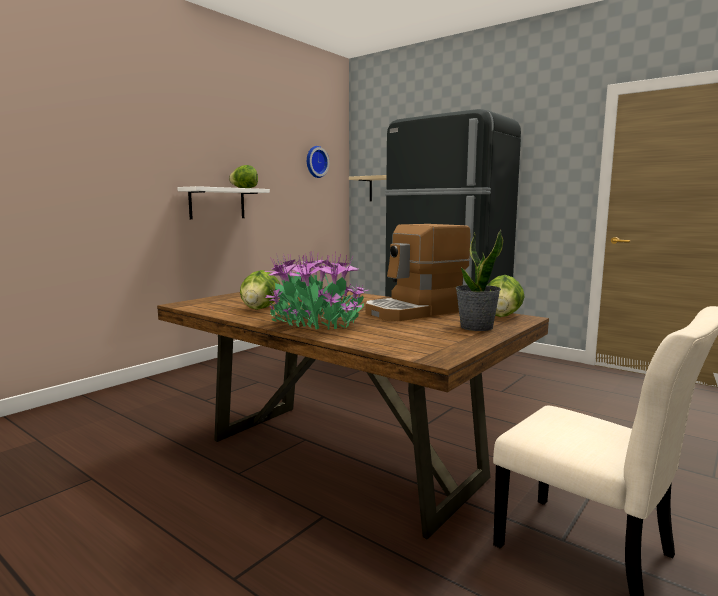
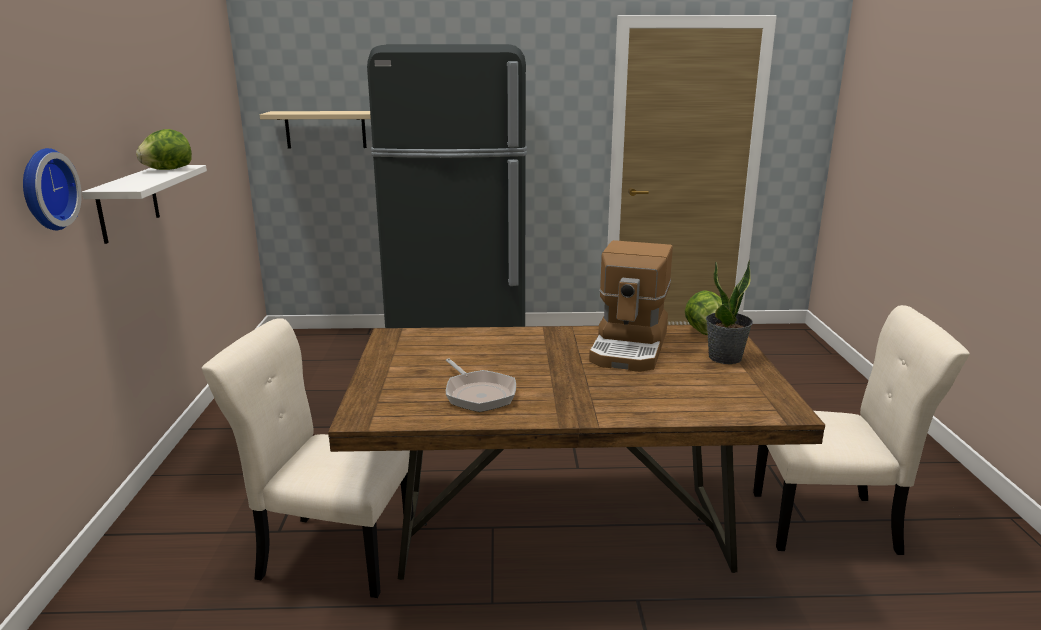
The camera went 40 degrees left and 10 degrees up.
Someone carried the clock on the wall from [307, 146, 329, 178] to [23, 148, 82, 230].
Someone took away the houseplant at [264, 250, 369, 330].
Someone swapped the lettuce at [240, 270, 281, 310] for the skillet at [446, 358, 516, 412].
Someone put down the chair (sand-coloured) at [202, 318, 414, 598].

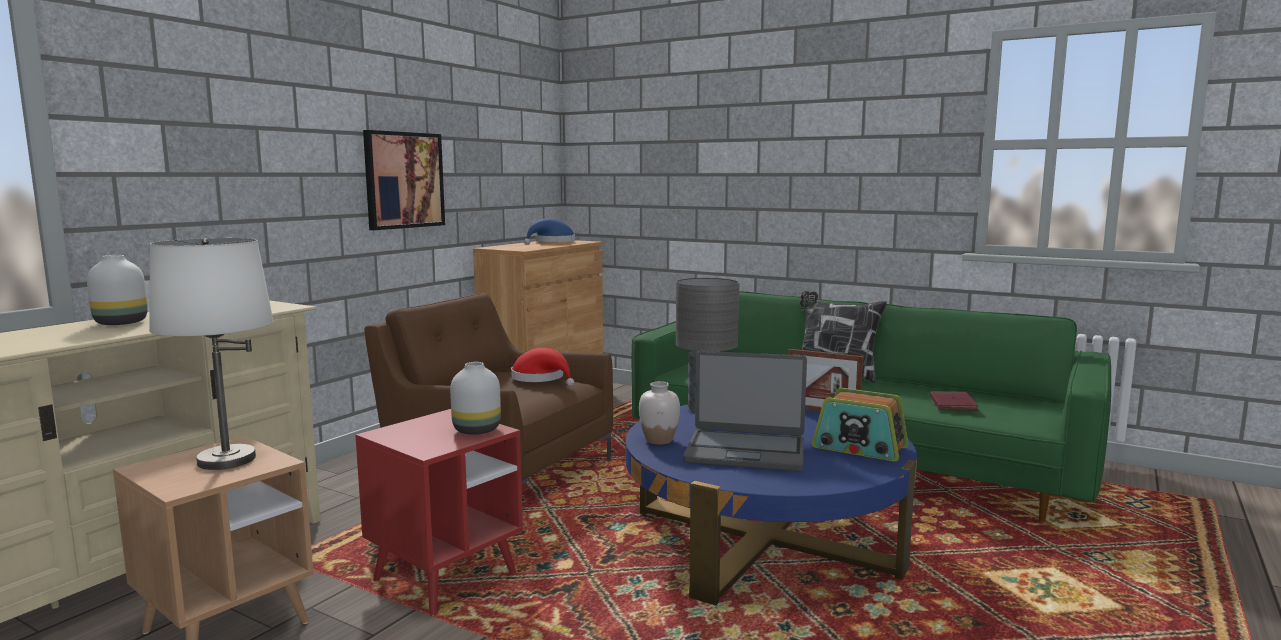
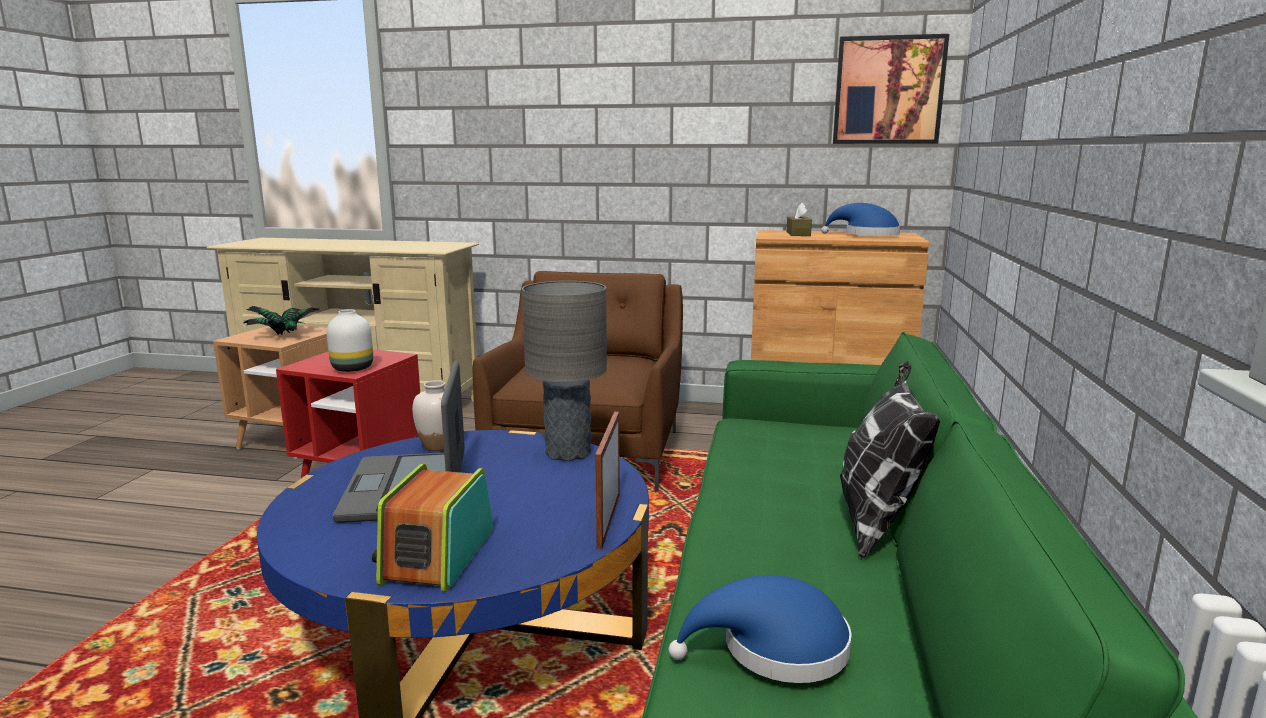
The camera went 70 degrees right and 5 degrees up.
Someone carried the wall art from [363, 130, 445, 230] to [833, 34, 949, 144].
Someone swapped the lamp for a table (white-coloured) at [149, 238, 274, 470] for the houseplant at [244, 306, 319, 335].
Someone took away the vase (white-coloured) at [87, 255, 148, 325].
Someone took away the clothing hat (red-coloured) at [511, 348, 574, 386].
Someone swapped the book (red-coloured) at [930, 391, 978, 411] for the clothing hat (blue-coloured) at [668, 575, 852, 683].
Someone put down the tissue box (brown) at [786, 203, 812, 236].

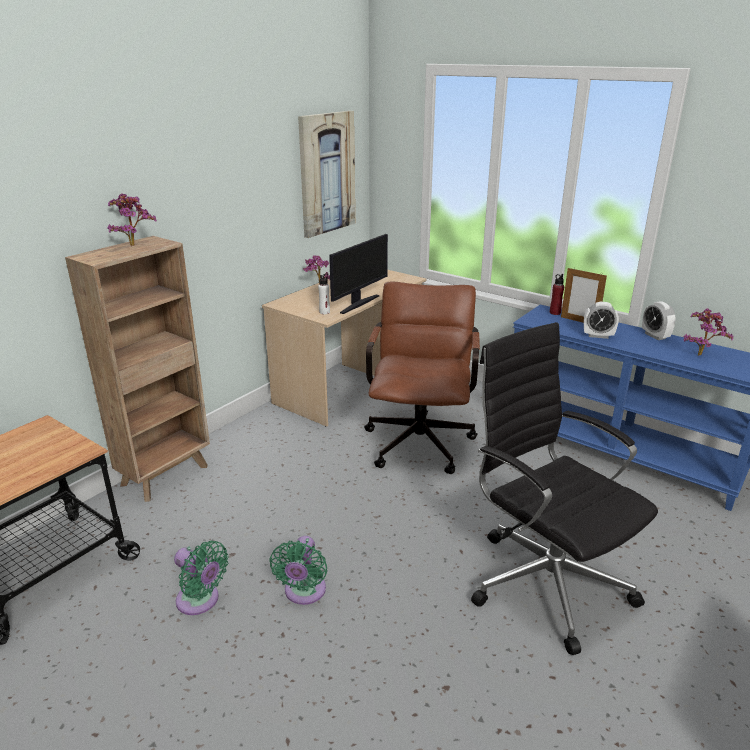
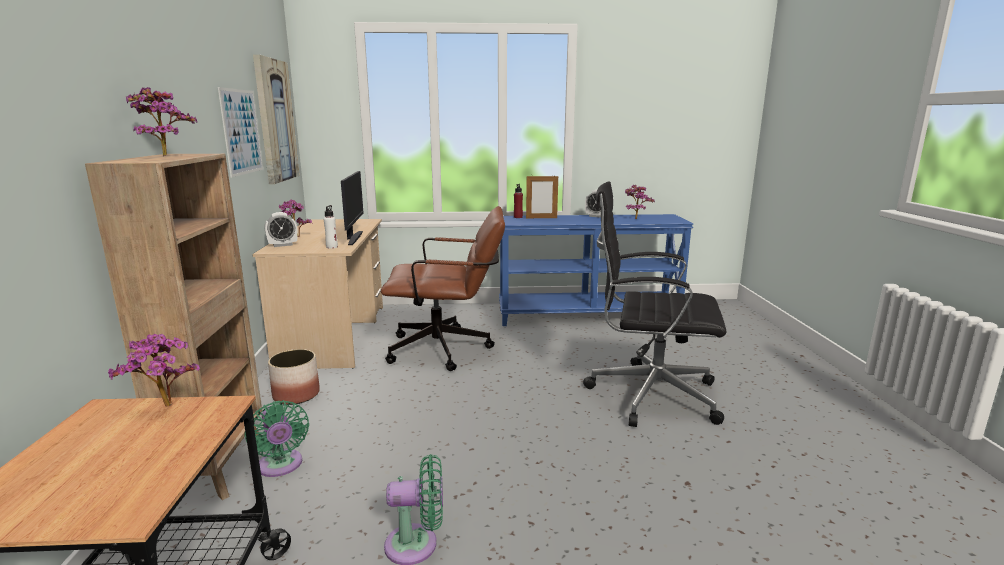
The camera went 40 degrees left and 10 degrees down.
Someone rotated the desk chair (brown) at [364, 282, 480, 474] by 120 degrees clockwise.
Someone carried the table clock from [584, 302, 619, 339] to [265, 212, 298, 247].
Someone carried the cooling fan (greenish) from [269, 536, 327, 605] to [245, 400, 309, 477].
Someone put up the wall art at [218, 87, 263, 177].
Someone put down the houseplant at [108, 334, 200, 407].
Someone put down the plant pot at [268, 349, 320, 405].

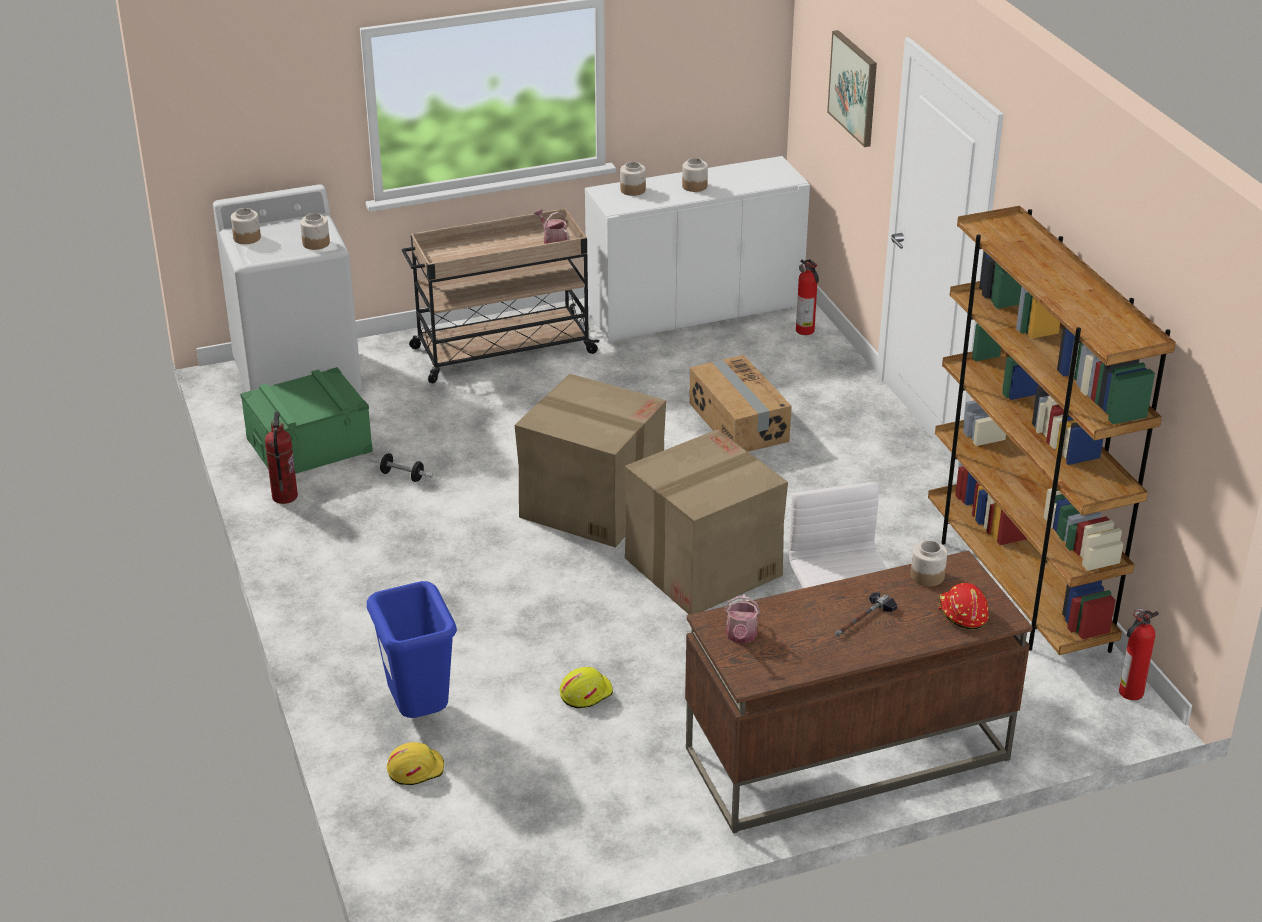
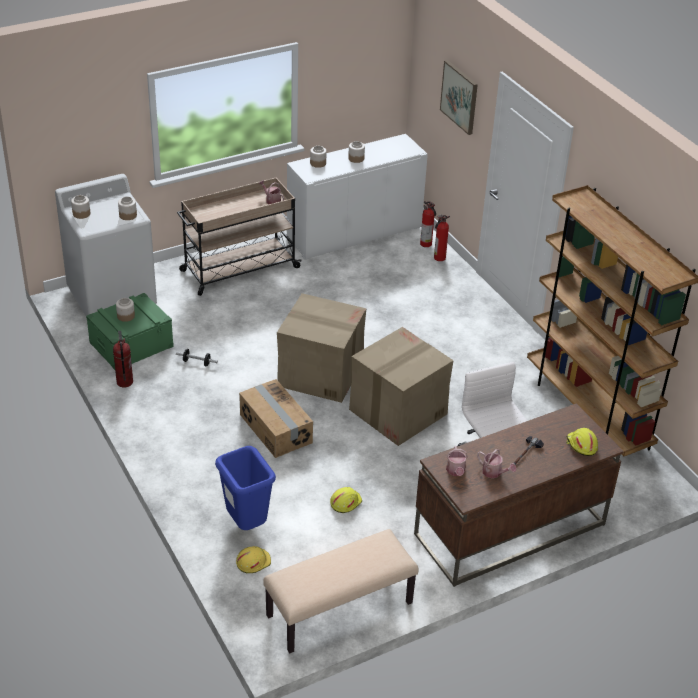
The camera went 10 degrees left and 5 degrees up.
Someone carried the cardboard box from [689, 355, 792, 452] to [239, 379, 313, 458].
Someone carried the jar from [910, 540, 947, 587] to [116, 298, 135, 322].
Someone repainted the work helmet (red-coloured) at [937, 583, 989, 629], which became the work helmet (yellow) at [566, 428, 598, 456].
Someone carried the fire-fighting cylinder from [1119, 608, 1159, 700] to [434, 214, 450, 261].
Someone put down the sprinkling can at [477, 449, 516, 478].
Someone put down the bench (sand-coloured) at [263, 529, 418, 653].

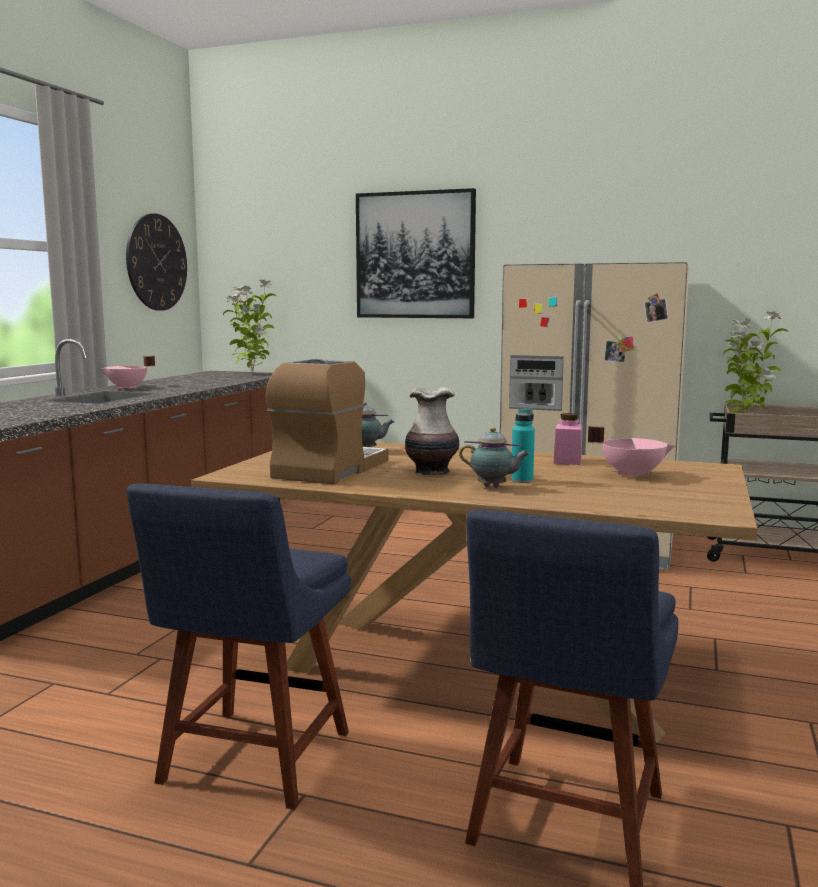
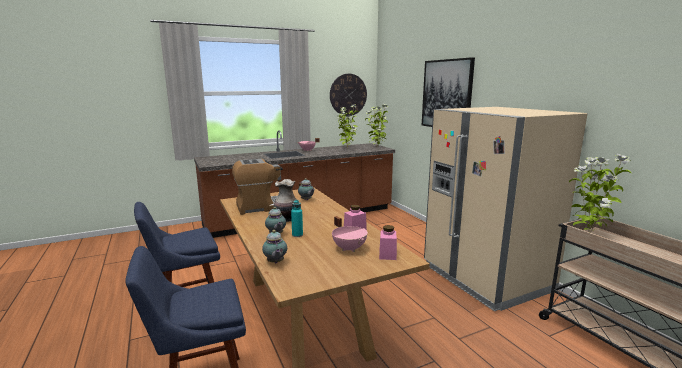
The camera went 45 degrees right and 5 degrees up.
Someone put down the houseplant at [337, 104, 359, 149].
Someone put down the jar (pink) at [379, 225, 397, 260].
Someone put down the pot for tea at [262, 230, 287, 263].

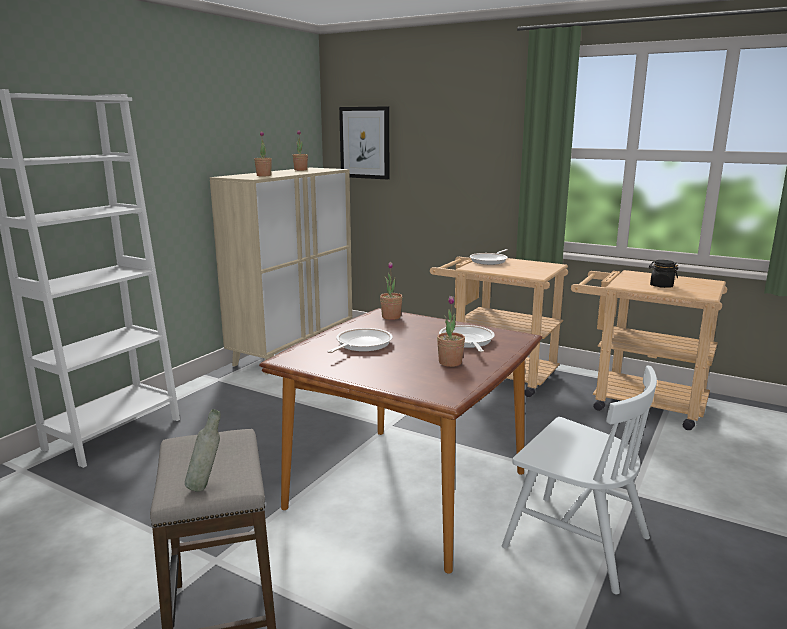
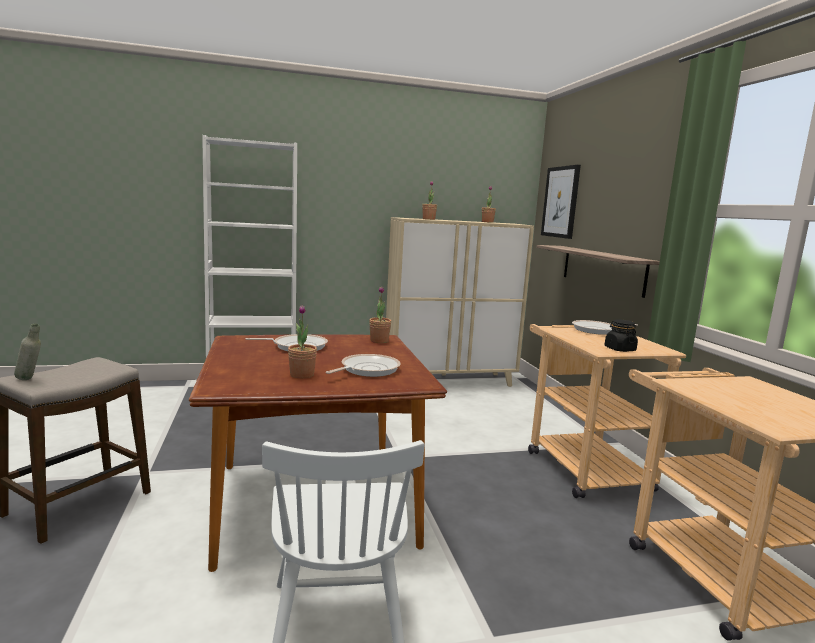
The camera went 45 degrees right and 5 degrees down.
Someone carried the jar (black-coloured) from [649, 260, 678, 288] to [605, 319, 638, 352].
Someone put up the wall shelf at [536, 245, 660, 298].

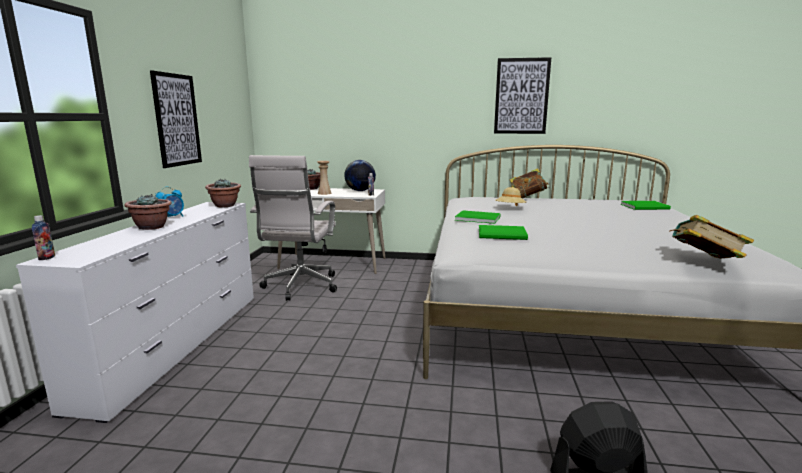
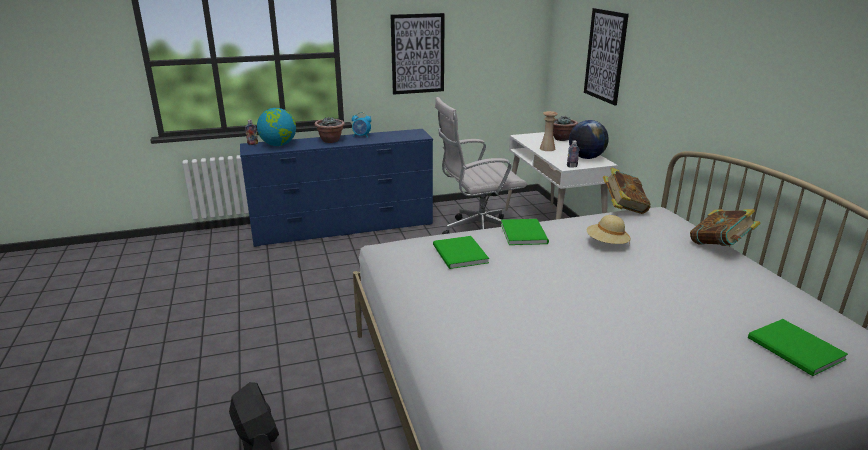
The camera went 65 degrees right and 10 degrees up.
Someone carried the wall art from [494, 57, 551, 134] to [584, 8, 629, 105].
Someone took away the houseplant at [205, 179, 241, 207].
Someone repainted the dresser (white-coloured) at [16, 202, 254, 423], which became the dresser (blue-coloured) at [240, 129, 433, 247].
Someone carried the book from [669, 215, 754, 259] to [603, 167, 651, 214].
Someone put down the globe at [257, 108, 296, 146].

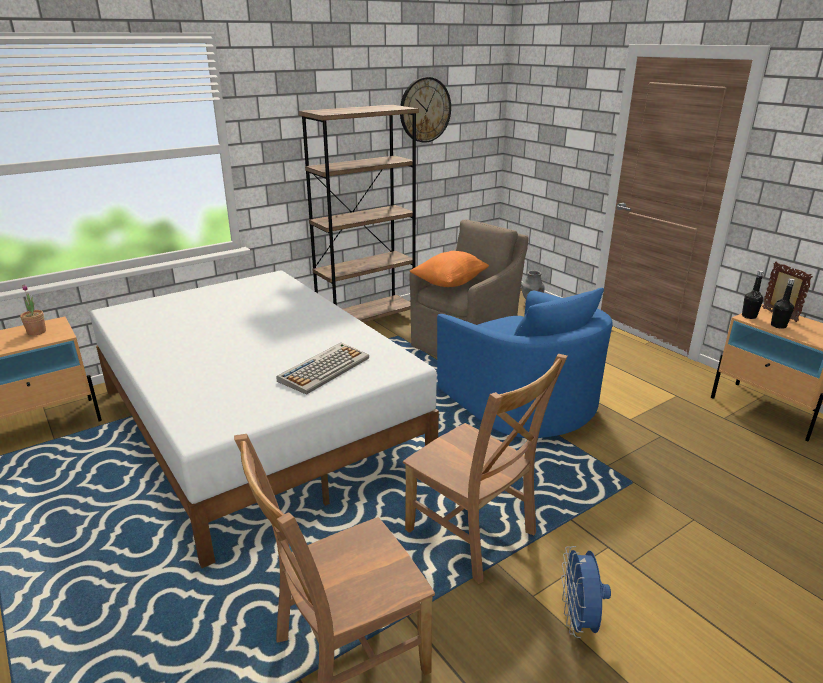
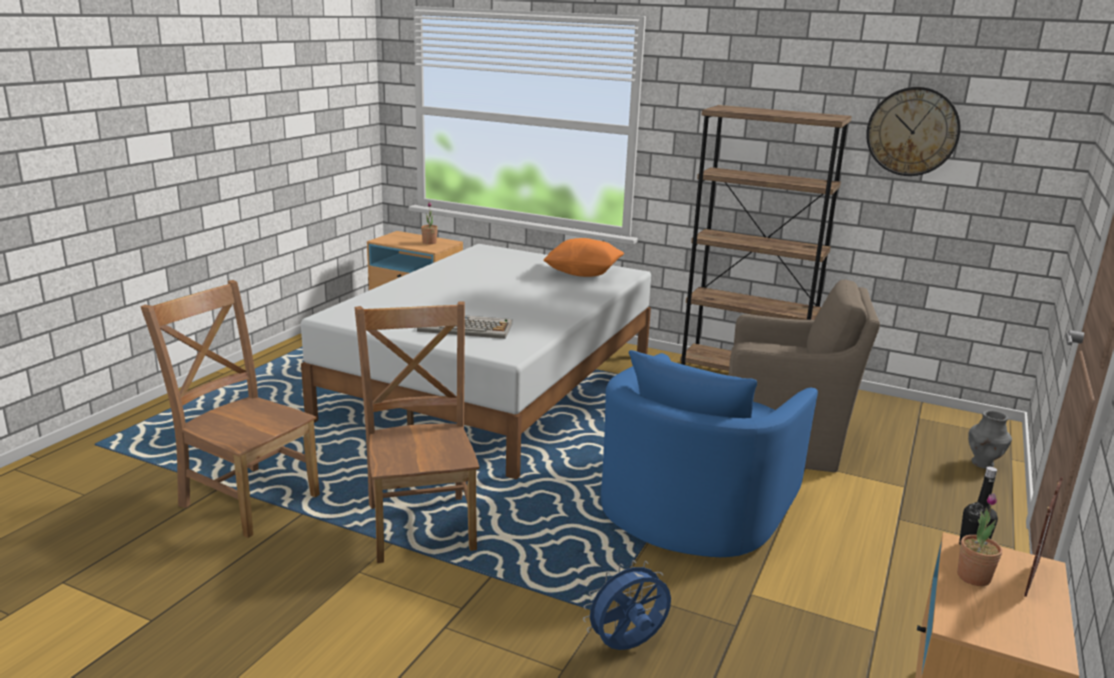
The camera went 60 degrees right and 5 degrees down.
Someone carried the cushion (orange) from [410, 251, 489, 287] to [543, 238, 624, 277].
Someone swapped the beverage bottle (black-coloured) at [771, 278, 795, 329] for the houseplant at [957, 493, 1002, 586].
Someone rotated the chair (brown) at [403, 354, 568, 584] by 150 degrees clockwise.
Someone carried the cooling fan (blue-coloured) from [561, 546, 611, 638] to [583, 560, 671, 650].

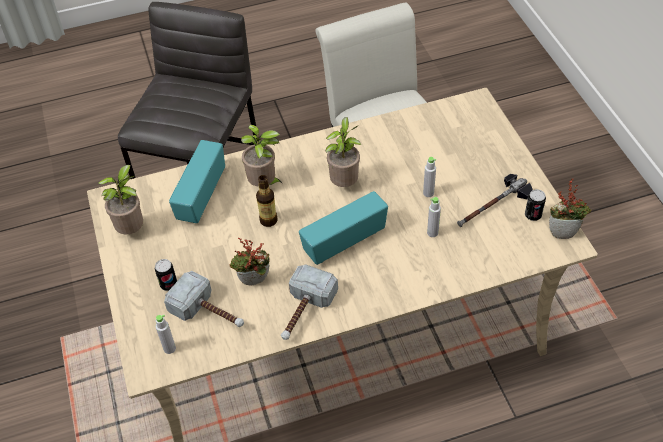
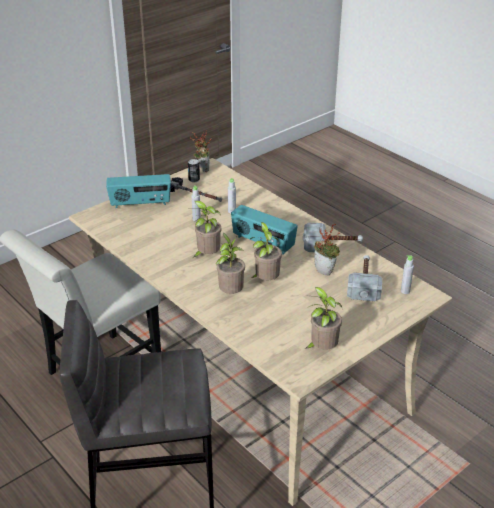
The camera went 115 degrees left and 15 degrees down.
Someone carried the radio from [169, 140, 225, 223] to [106, 174, 171, 208].
Someone swapped the beverage bottle at [256, 175, 278, 227] for the houseplant at [250, 222, 282, 280].
Someone took away the can at [155, 259, 177, 291].

